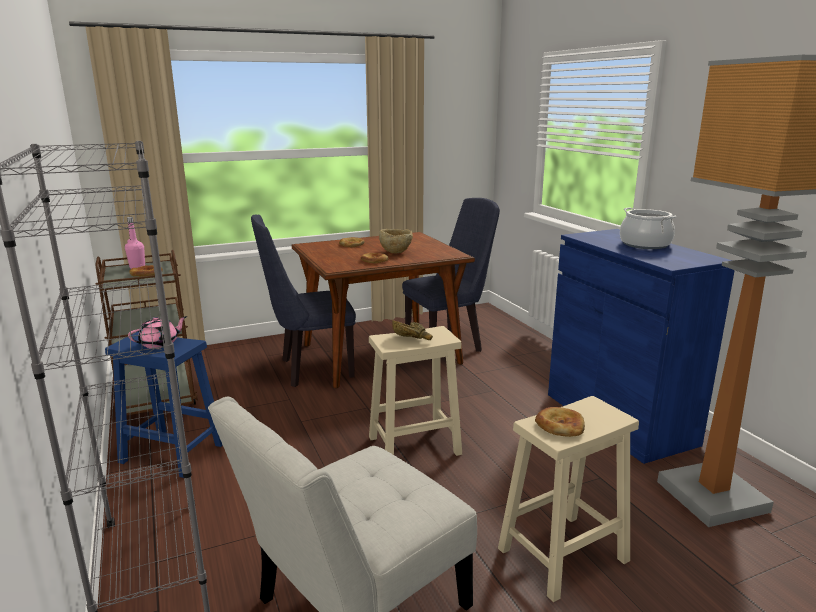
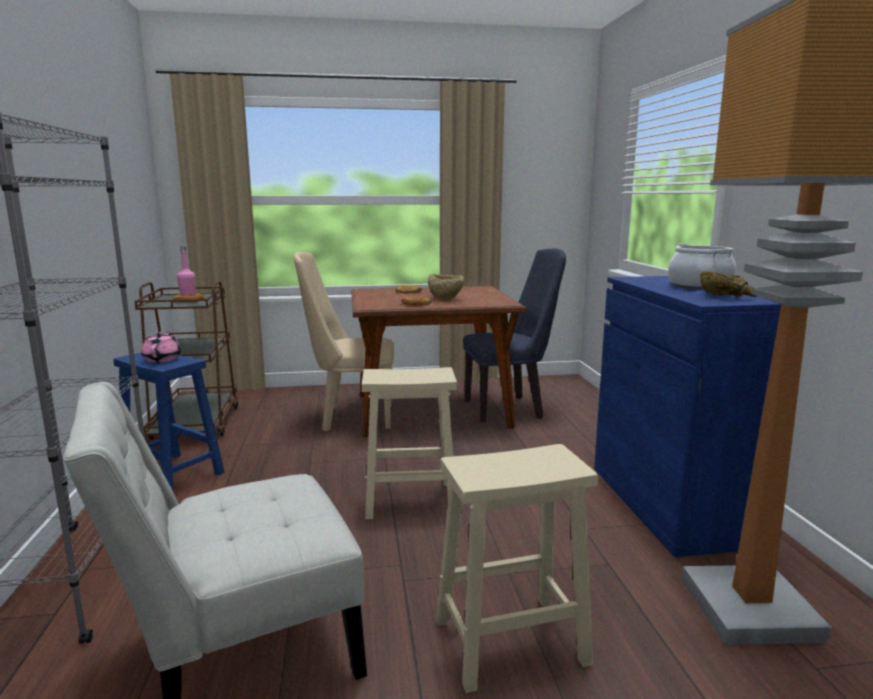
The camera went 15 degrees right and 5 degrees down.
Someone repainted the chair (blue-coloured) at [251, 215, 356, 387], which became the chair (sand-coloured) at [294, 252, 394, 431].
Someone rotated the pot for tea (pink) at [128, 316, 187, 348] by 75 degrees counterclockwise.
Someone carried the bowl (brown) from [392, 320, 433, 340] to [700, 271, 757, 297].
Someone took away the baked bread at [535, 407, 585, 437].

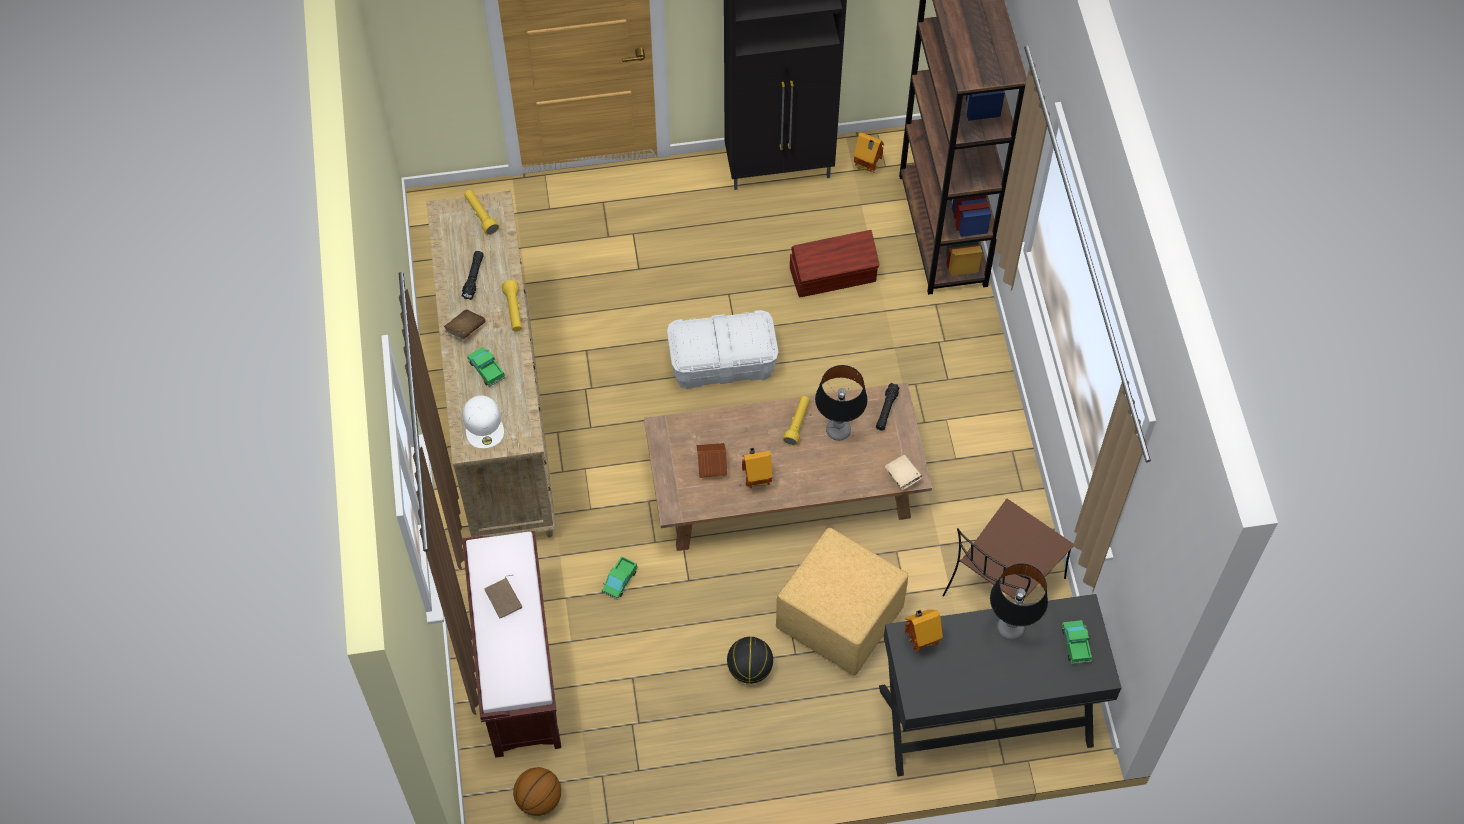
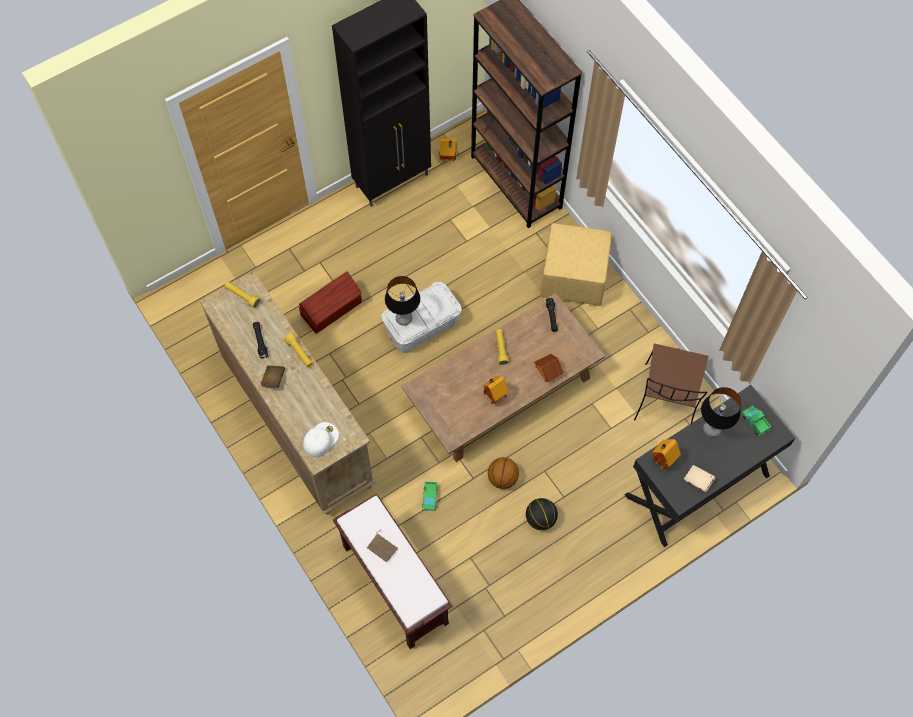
The camera went 25 degrees left and 5 degrees up.
Someone carried the storage bin (brown) from [790, 230, 880, 298] to [299, 271, 362, 334].
Someone took away the toy lorry at [467, 347, 506, 387].
Someone carried the lamp for a table from [815, 365, 868, 441] to [385, 276, 420, 325].
Someone rotated the peaked cap (white-coloured) at [463, 395, 504, 449] by 105 degrees counterclockwise.
Someone carried the model house from [697, 443, 727, 478] to [534, 354, 564, 382].
Someone carried the book (sand-coloured) from [885, 455, 922, 490] to [684, 465, 715, 492].
Someone carried the ottoman (yellow) from [776, 527, 908, 676] to [540, 223, 612, 306].
Someone carried the ball for basketball from [513, 767, 561, 816] to [488, 457, 519, 489].

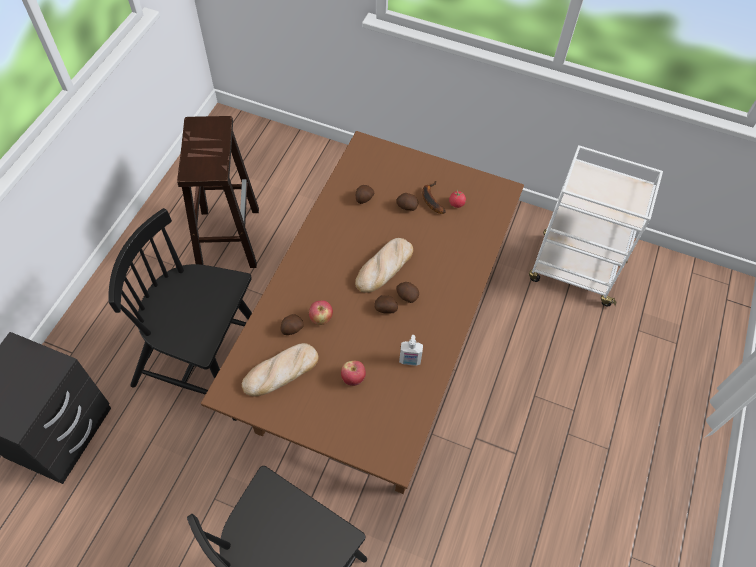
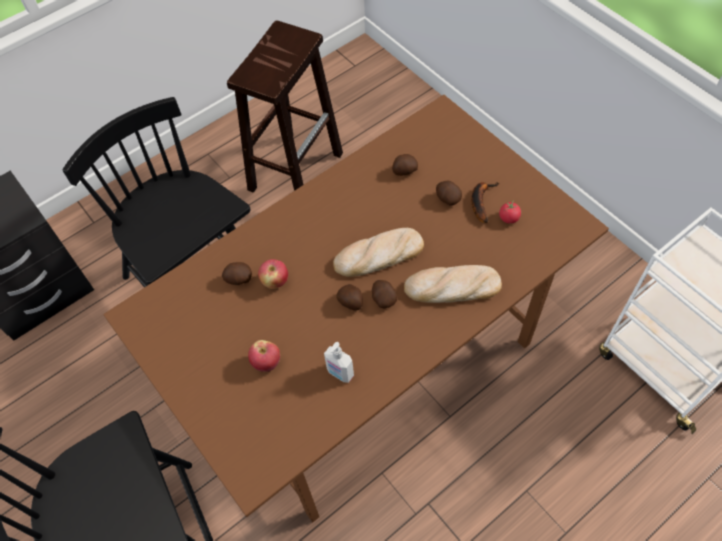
The camera went 35 degrees right and 0 degrees up.
Someone carried the baked bread from [242, 343, 319, 396] to [404, 265, 502, 303].

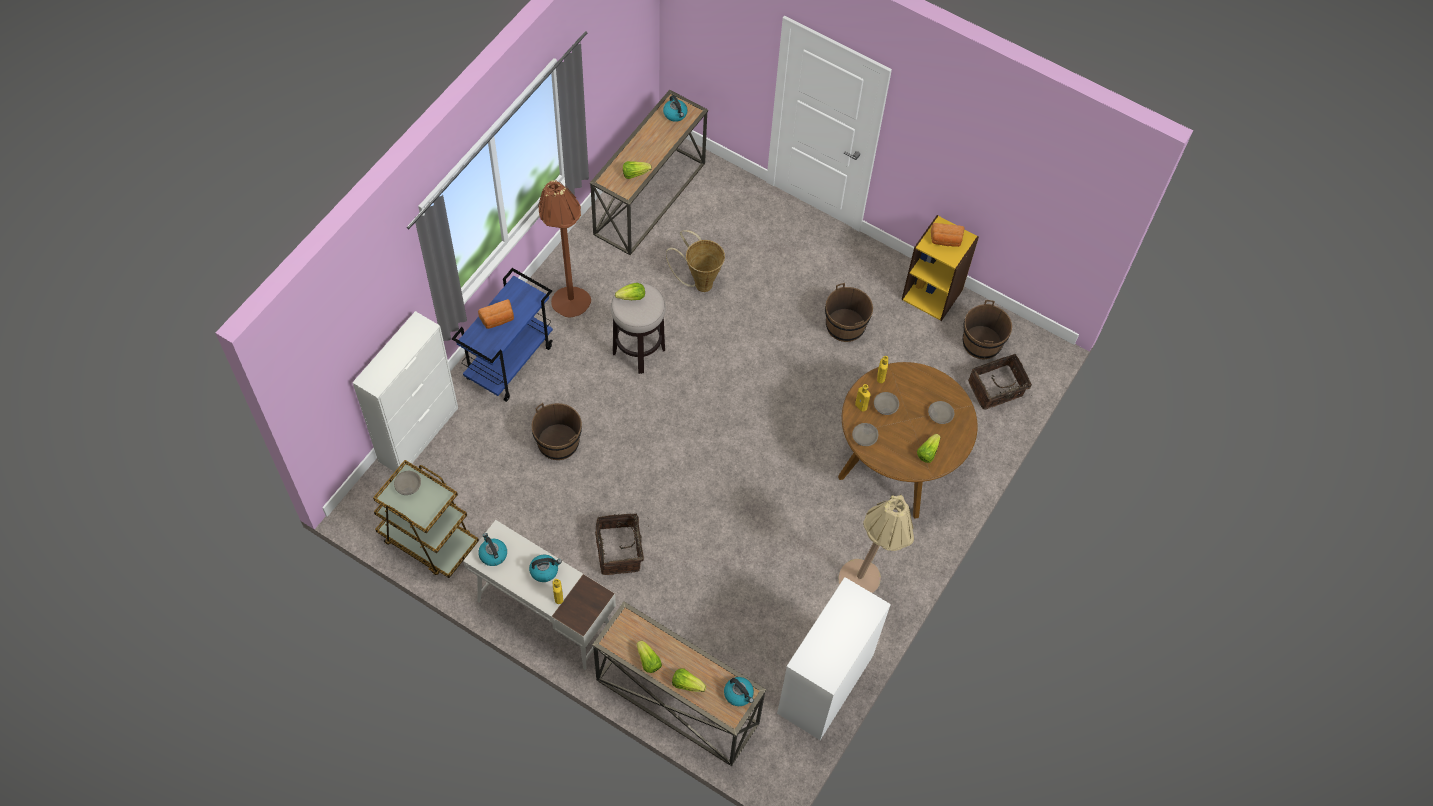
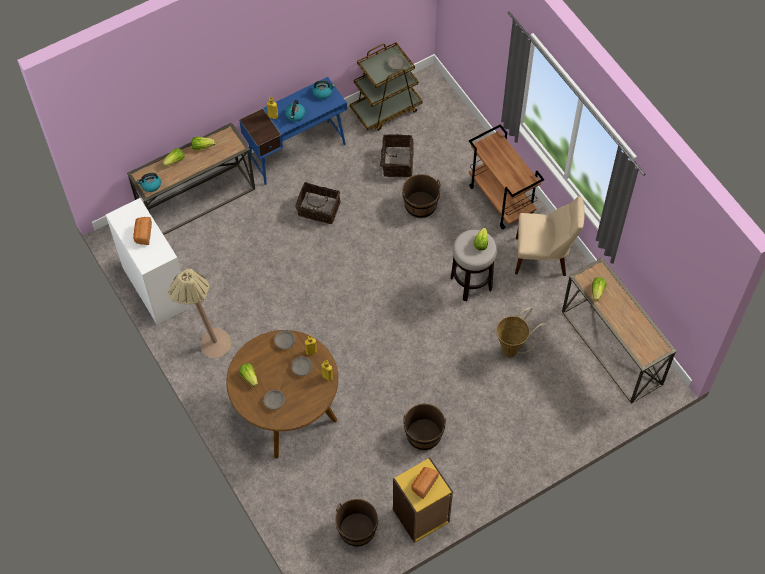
The camera went 120 degrees right and 0 degrees up.
Someone took away the water kettle at [663, 95, 688, 122].
Someone swapped the standard lamp (brown) at [538, 180, 591, 318] for the chair (sand-coloured) at [515, 196, 585, 276].
Someone repainted the cart (blue-coloured) at [452, 268, 553, 402], which became the cart (brown) at [469, 124, 544, 230].
Someone carried the baked bread from [478, 299, 514, 329] to [133, 217, 152, 245].
Someone took away the cabinet (white-coloured) at [352, 311, 458, 473].
Someone carried the household basket from [968, 354, 1032, 410] to [374, 134, 414, 177].
Someone repainted the desk unit (white-coloured) at [463, 520, 616, 670], which became the desk unit (blue-coloured) at [239, 77, 347, 185].

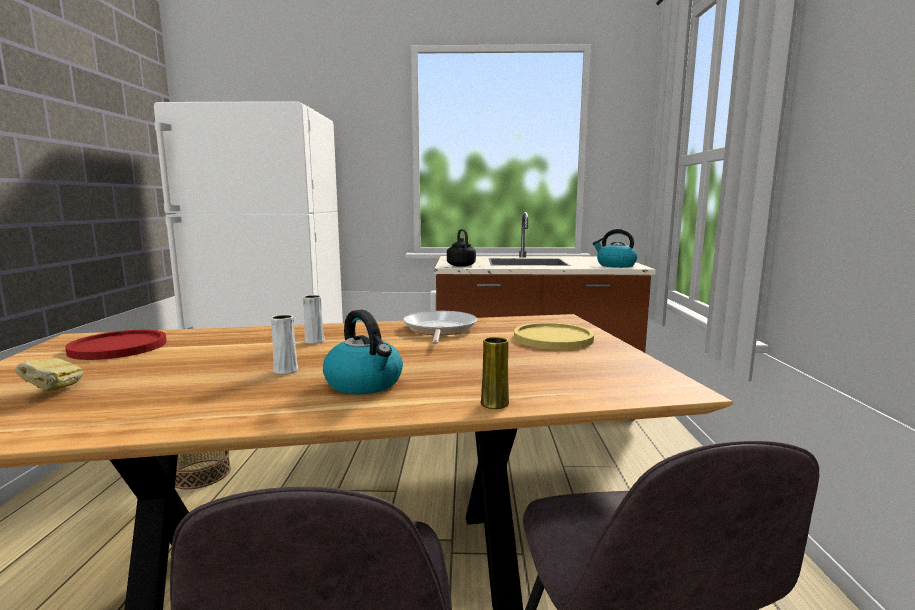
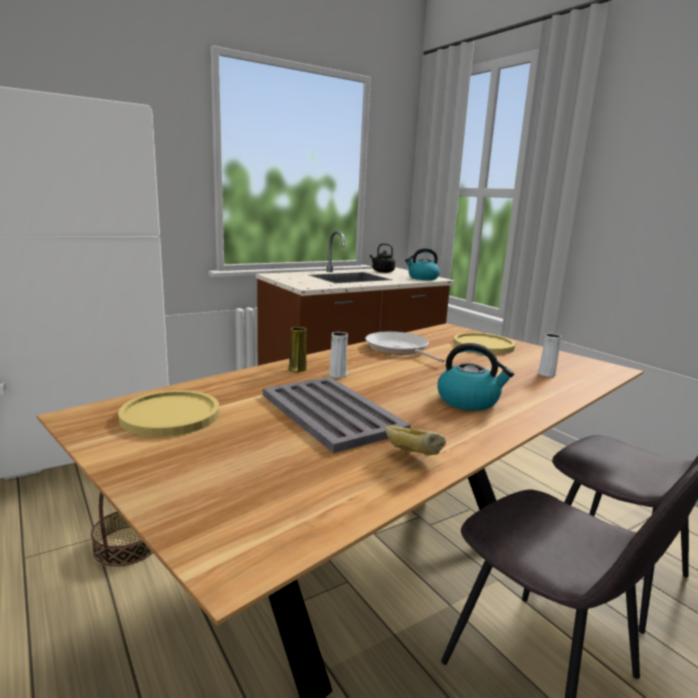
The camera went 35 degrees left and 5 degrees up.
Someone carried the water kettle (black-coloured) from [447, 229, 476, 267] to [370, 243, 395, 273].
Someone carried the vase (white-coloured) from [271, 315, 298, 374] to [538, 333, 561, 377].
Someone repainted the flat dish (red-coloured) at [65, 330, 167, 360], which became the flat dish (yellow) at [118, 390, 219, 437].
Someone carried the vase (yellow) from [480, 337, 509, 409] to [289, 327, 307, 372].
Someone carried the baked bread from [15, 358, 83, 391] to [385, 426, 446, 455].
Someone put down the carrying tray (grey) at [263, 377, 411, 453].

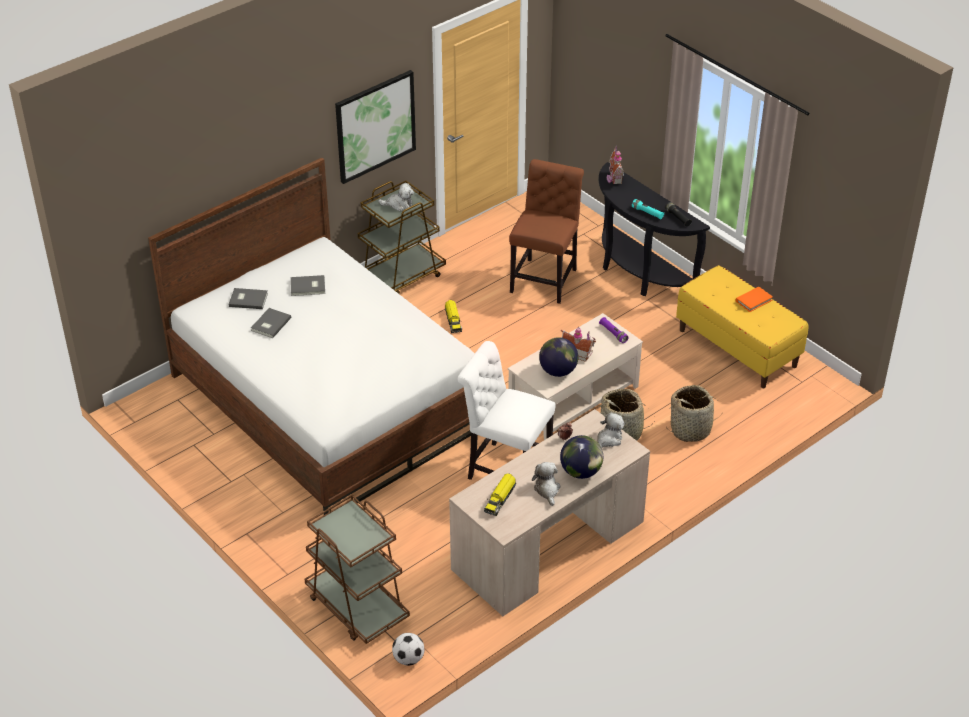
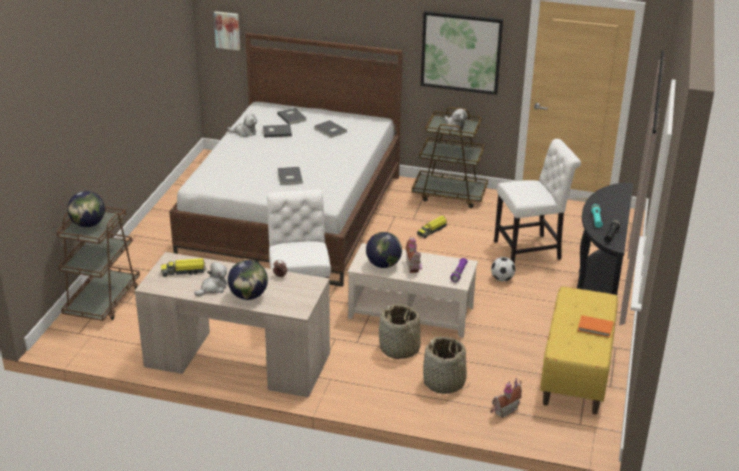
The camera went 55 degrees right and 10 degrees down.
Someone carried the model house from [607, 145, 624, 184] to [490, 378, 522, 418].
Someone repainted the chair (brown) at [509, 159, 584, 304], which became the chair (white-coloured) at [494, 139, 581, 264].
Someone carried the plush toy from [597, 413, 624, 448] to [227, 114, 257, 137].
Someone carried the football ball from [392, 633, 424, 666] to [491, 257, 516, 281].
Someone put up the wall art at [214, 11, 240, 50].
Someone put down the book (grey) at [278, 167, 303, 185].
Someone put down the globe at [68, 191, 105, 227].

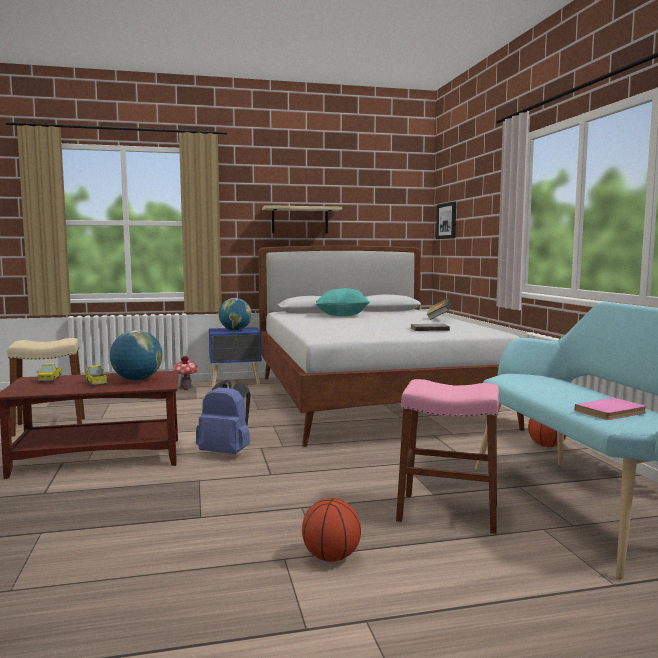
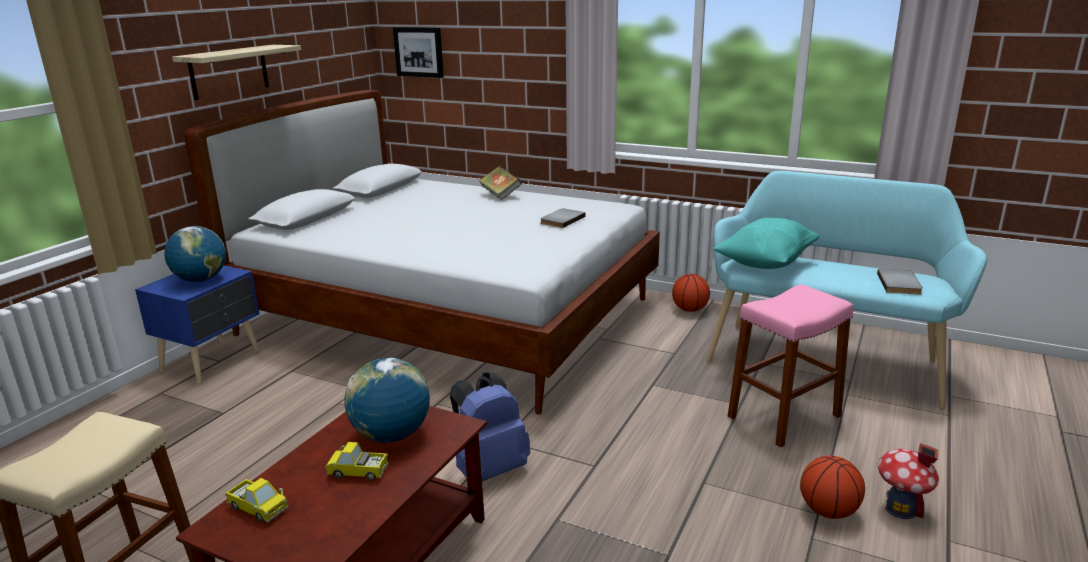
The camera went 50 degrees left and 15 degrees up.
Someone carried the cushion (turquoise-coloured) from [316, 288, 370, 316] to [713, 218, 820, 269].
Someone carried the model house from [173, 356, 198, 390] to [878, 443, 939, 519].
Someone repainted the book (pink) at [574, 398, 647, 420], which became the book (grey) at [877, 269, 923, 295].

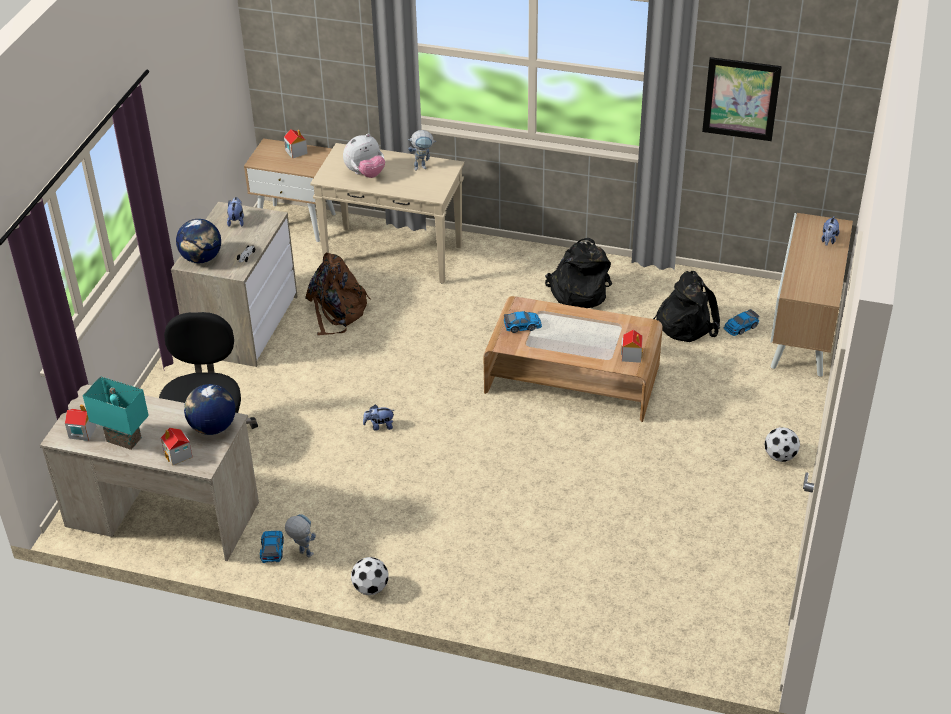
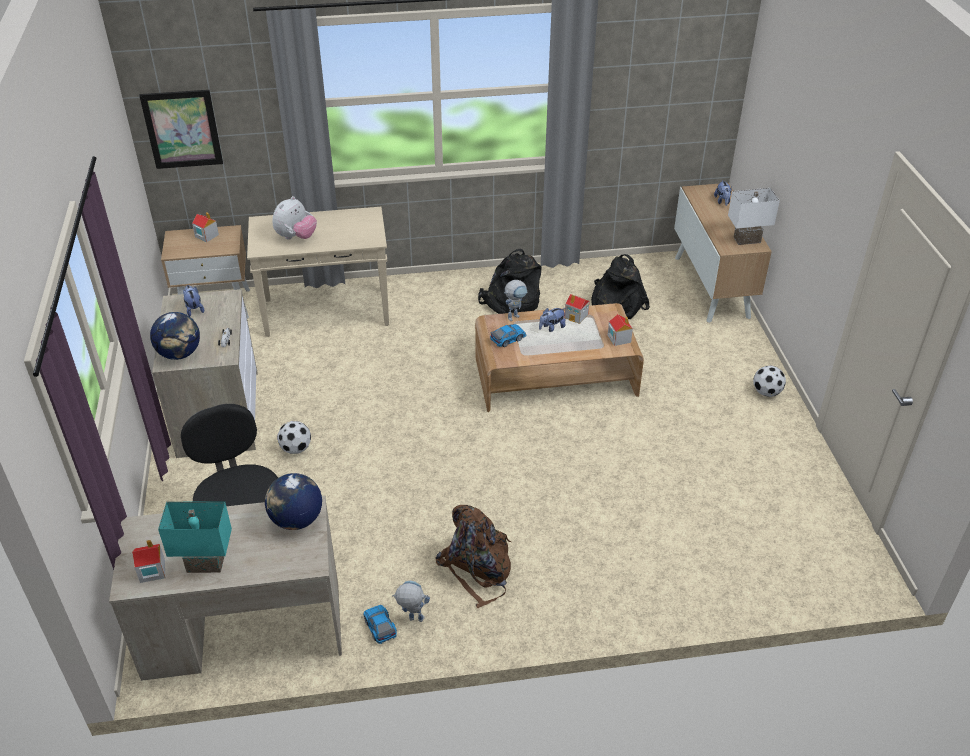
The camera went 25 degrees left and 0 degrees up.
Someone carried the wall art from [702, 57, 782, 141] to [139, 90, 223, 169].
Someone carried the model robot from [408, 130, 436, 171] to [504, 280, 528, 321].
Someone carried the rucksack (brown) from [305, 253, 371, 335] to [435, 505, 511, 608].
Someone took away the miniature car at [724, 309, 759, 336].
Someone carried the plush toy from [363, 405, 394, 430] to [539, 308, 566, 332].
Someone carried the model house from [161, 428, 192, 466] to [565, 294, 589, 324].
Someone carried the football ball from [351, 557, 389, 595] to [277, 421, 311, 454].
Someone put down the lamp for a table (white-coloured) at [728, 188, 780, 245].

